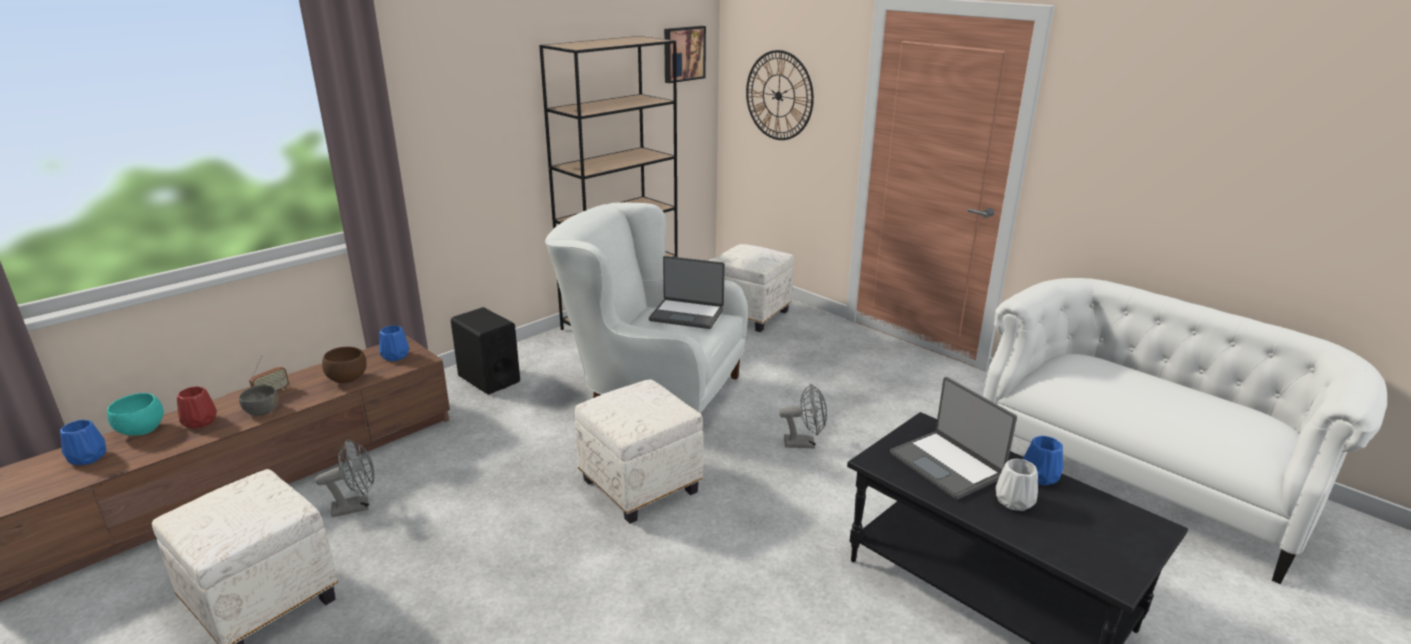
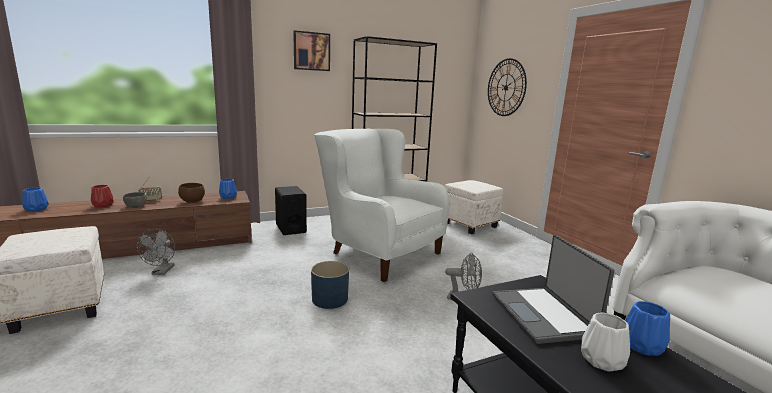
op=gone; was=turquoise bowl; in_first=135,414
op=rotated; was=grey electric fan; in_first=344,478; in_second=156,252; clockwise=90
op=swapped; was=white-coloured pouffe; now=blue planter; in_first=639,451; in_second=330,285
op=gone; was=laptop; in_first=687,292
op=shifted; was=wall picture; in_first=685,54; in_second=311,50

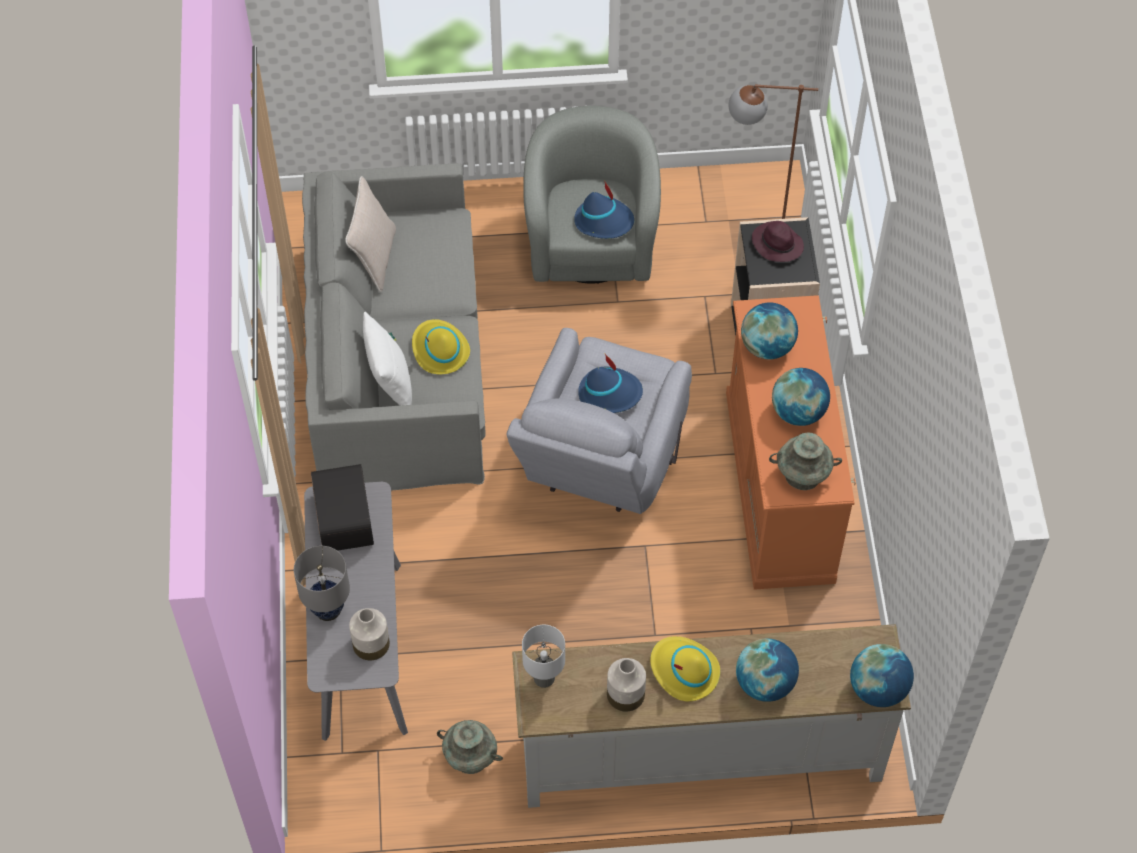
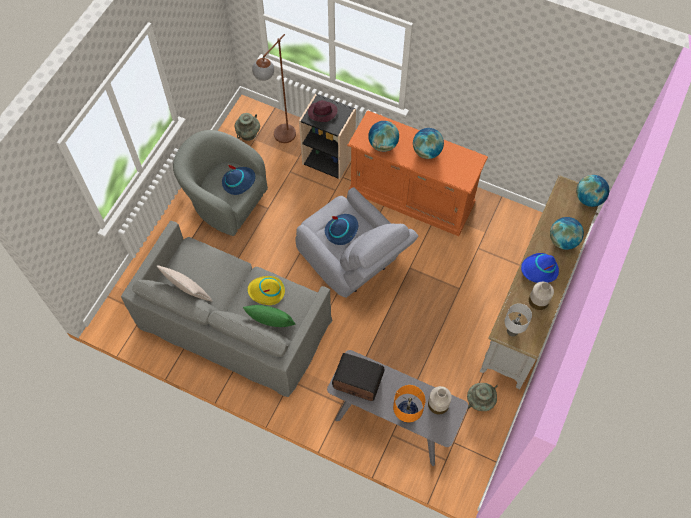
op=repainted; was=grey table lamp; now=orange-coloured table lamp; in_first=322,583; in_second=409,404
op=repainted; was=white-coloured cushion; now=green-coloured cushion; in_first=387,358; in_second=269,316
op=repainted; was=yellow hat; now=blue hat; in_first=685,668; in_second=540,268
op=shifted; was=turquoise flower vase; in_first=805,461; in_second=247,127

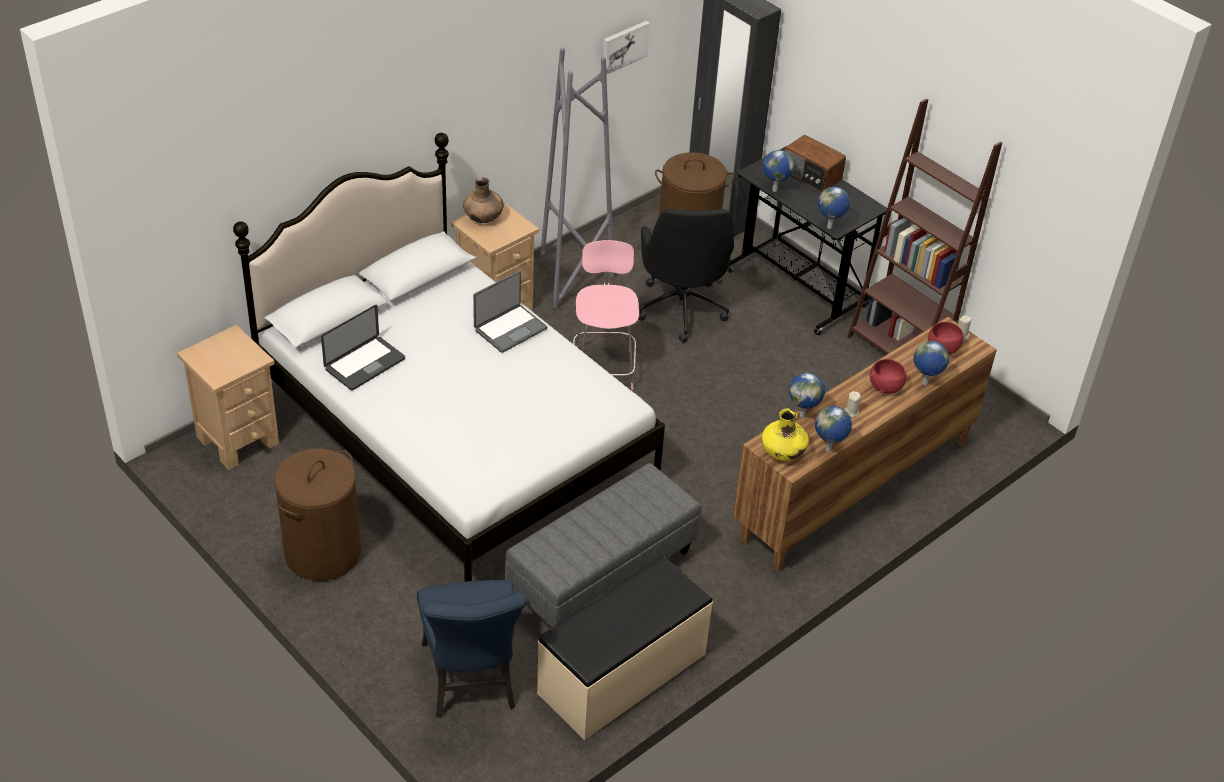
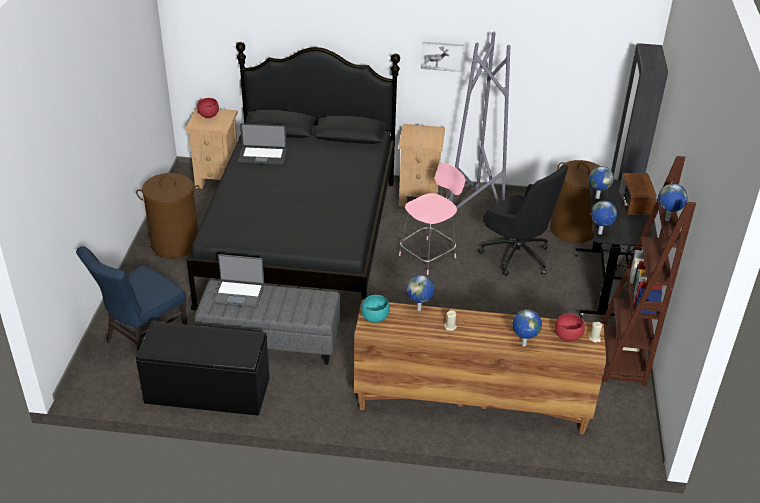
op=repainted; was=white-coloured sleeping bed; now=black-coloured sleeping bed; in_first=449,357; in_second=293,176
op=gone; was=brown-coloured flower vase; in_first=483,200
op=shifted; was=laptop; in_first=510,312; in_second=238,281
op=repainted; was=sand-coloured bench; now=black-coloured bench; in_first=625,648; in_second=203,368
op=shifted; was=wall picture; in_first=626,48; in_second=442,57
op=rotated; was=black-coloured computer chair; in_first=686,276; in_second=523,220; clockwise=-90
op=swapped; was=yellow flower vase; now=turquoise bowl; in_first=785,434; in_second=375,309
op=shifted; was=globe; in_first=833,429; in_second=673,202
op=shifted; was=reddish bowl; in_first=888,376; in_second=208,108

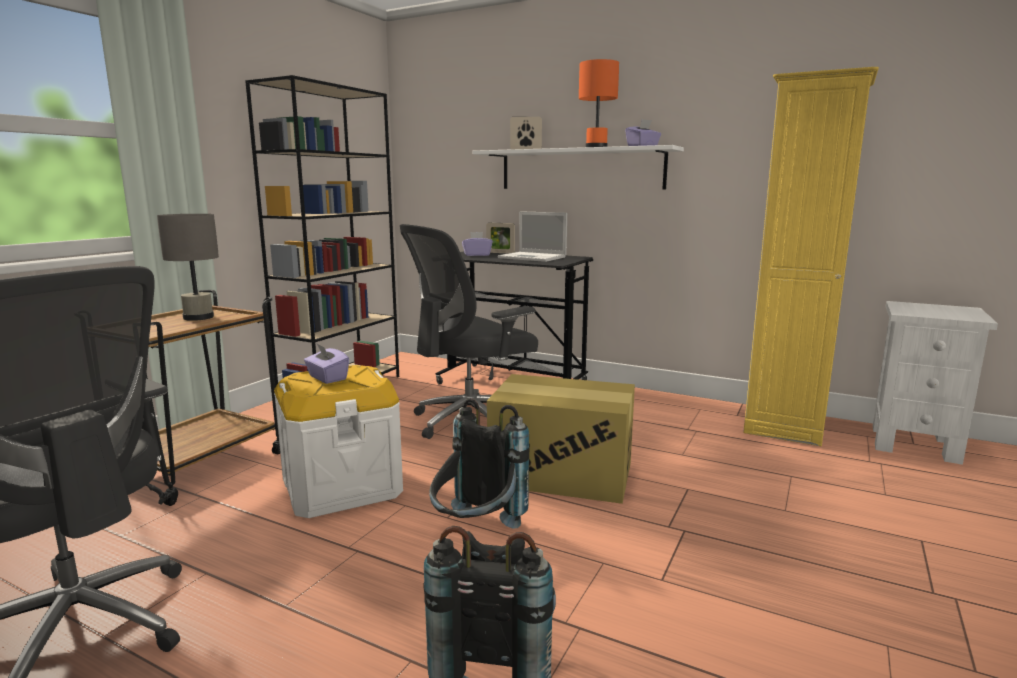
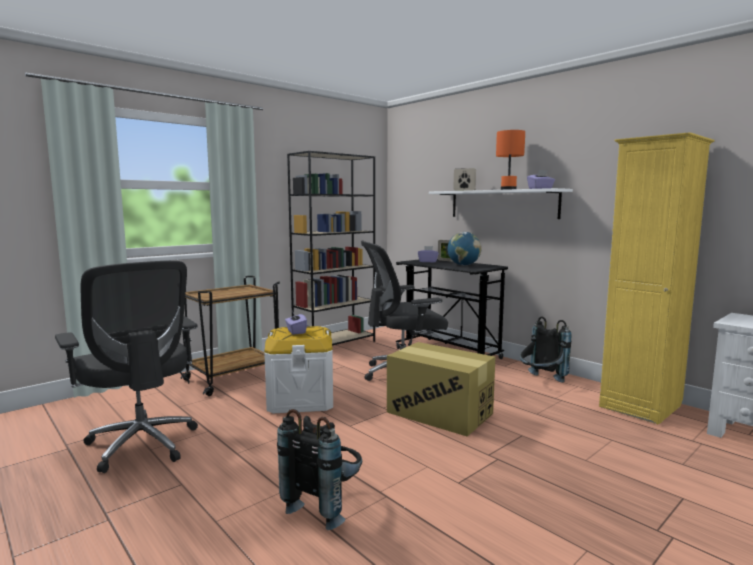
op=gone; was=grey table lamp; in_first=188,267
op=shifted; was=black-coloured rucksack; in_first=479,463; in_second=546,349
op=swapped; was=laptop; now=globe; in_first=532,236; in_second=464,248

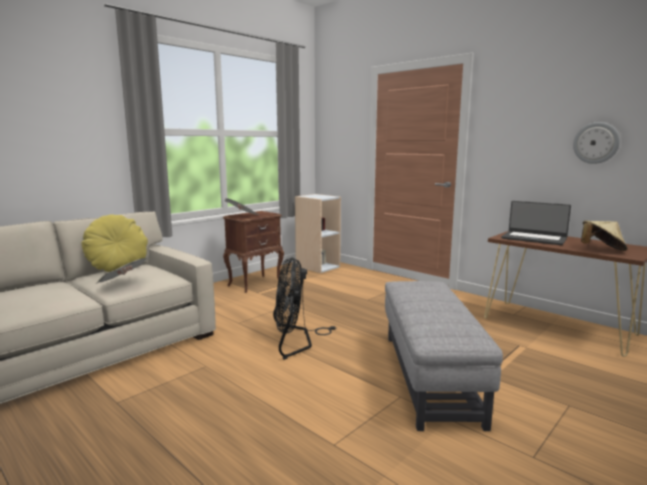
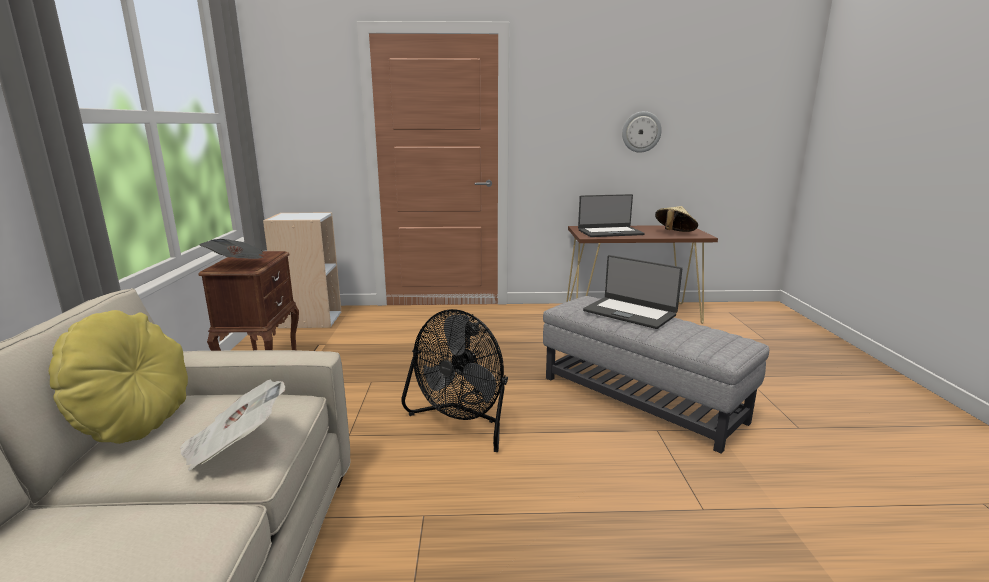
op=new; now=laptop; in_second=632,292

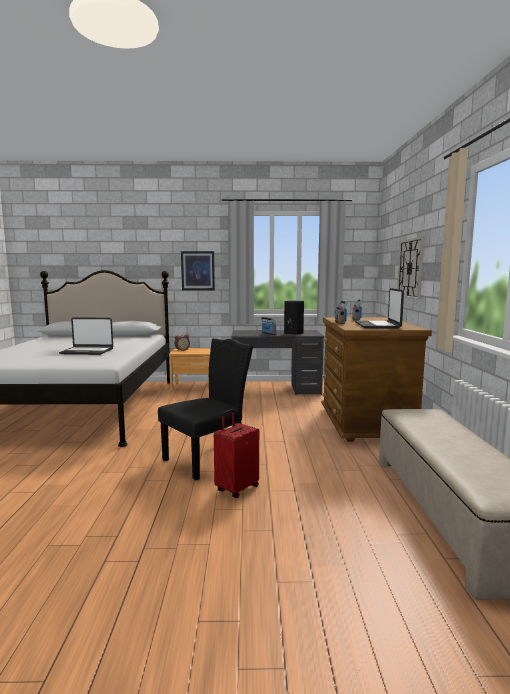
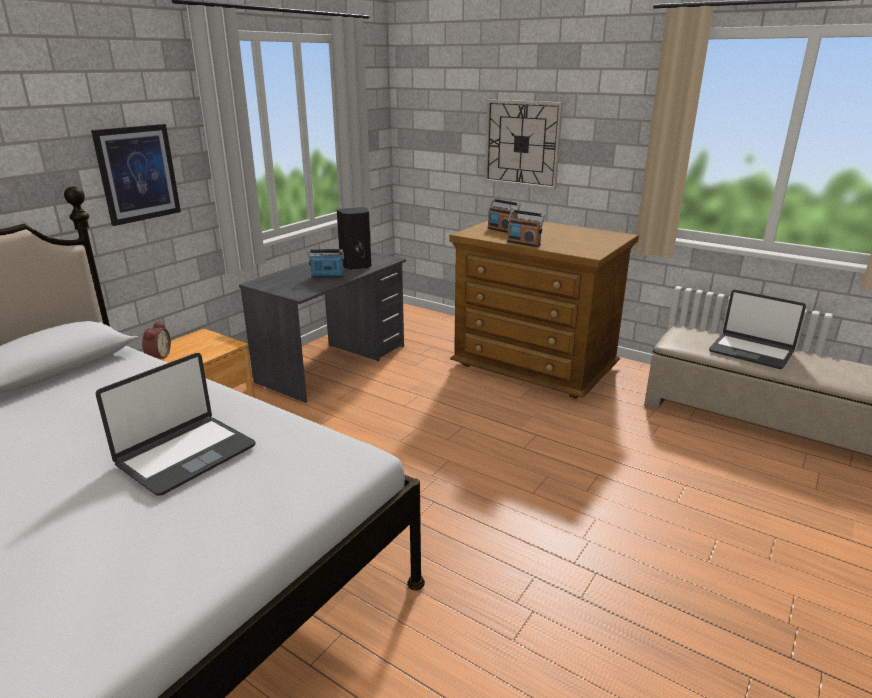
op=gone; was=black-coloured chair; in_first=205,409
op=gone; was=reddish piece of luggage; in_first=236,453
op=shifted; was=laptop; in_first=379,308; in_second=757,329

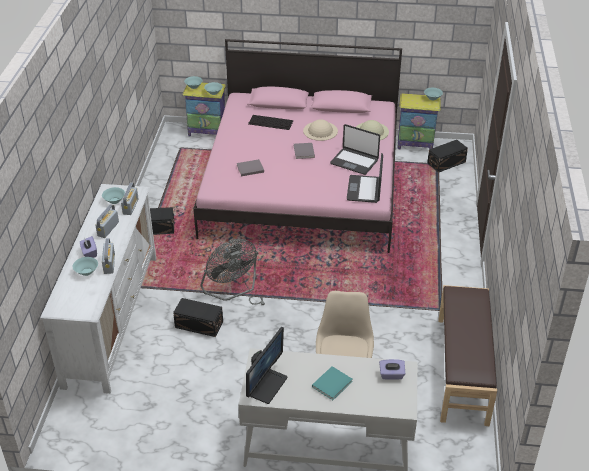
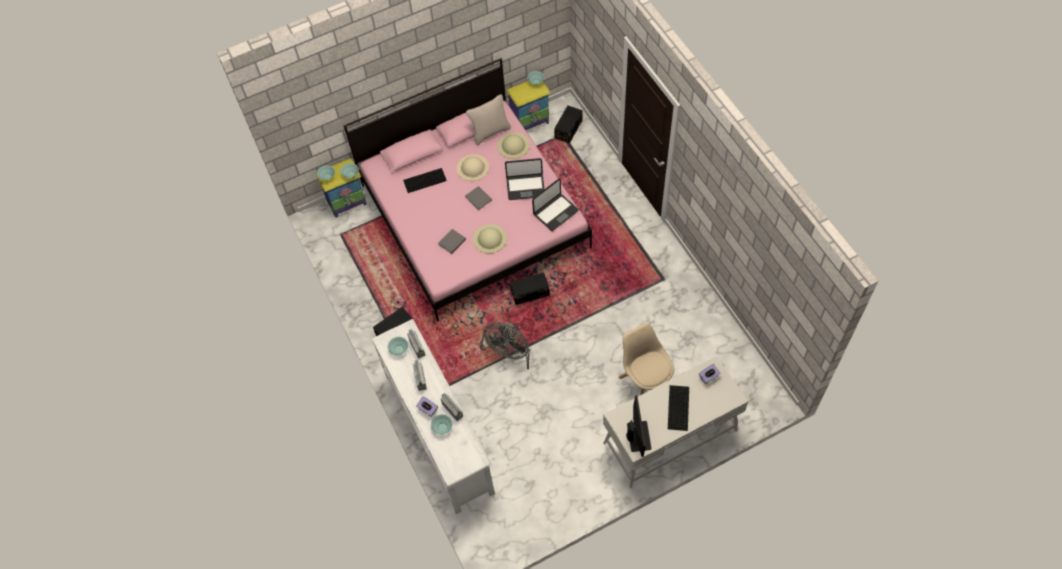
op=shifted; was=black-coloured storage bin; in_first=198,317; in_second=530,288
op=rotated; was=grey electric fan; in_first=233,272; in_second=505,345; clockwise=-90
op=swapped; was=turquoise volume; now=PC keyboard; in_first=332,383; in_second=678,408
op=rotated; was=laptop; in_first=365,178; in_second=555,204; clockwise=-105
op=gone; was=brown-coloured bench; in_first=467,355
op=new; now=sand-coloured cushion; in_second=488,119
op=new; now=sand-coloured hat; in_second=490,238

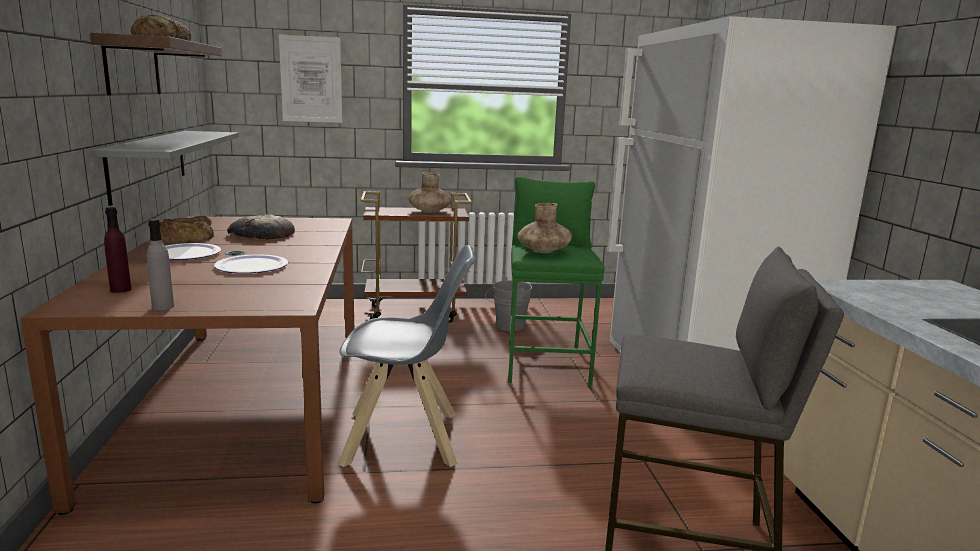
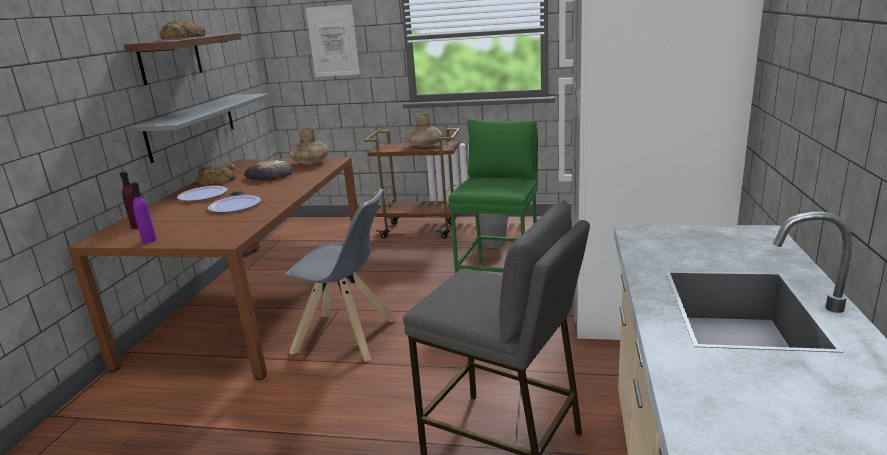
op=repainted; was=grey drink bottle; now=purple-coloured drink bottle; in_first=160,264; in_second=143,212
op=shifted; was=brown-coloured flower vase; in_first=544,228; in_second=309,146

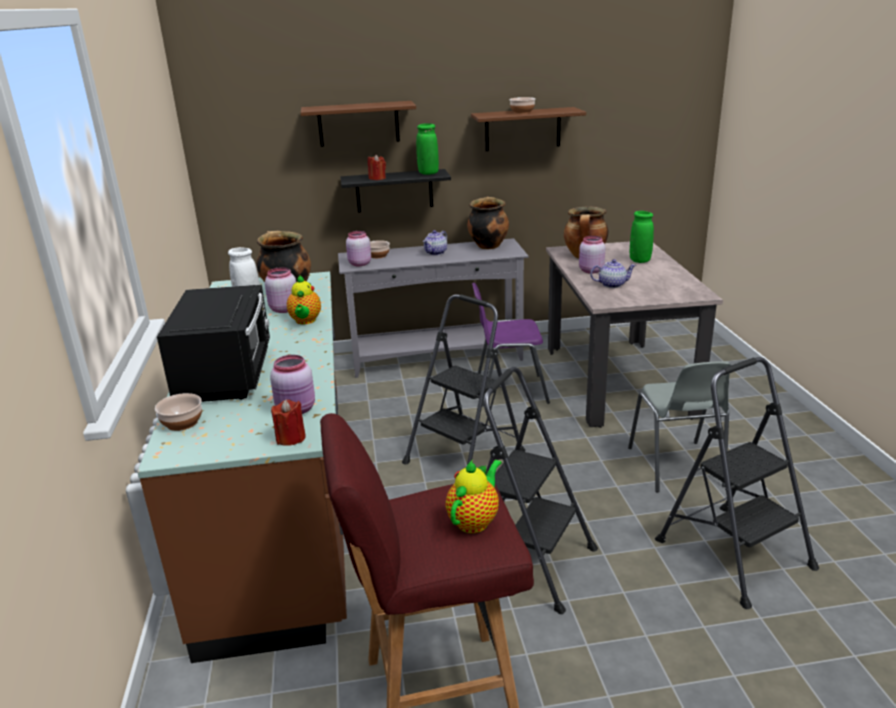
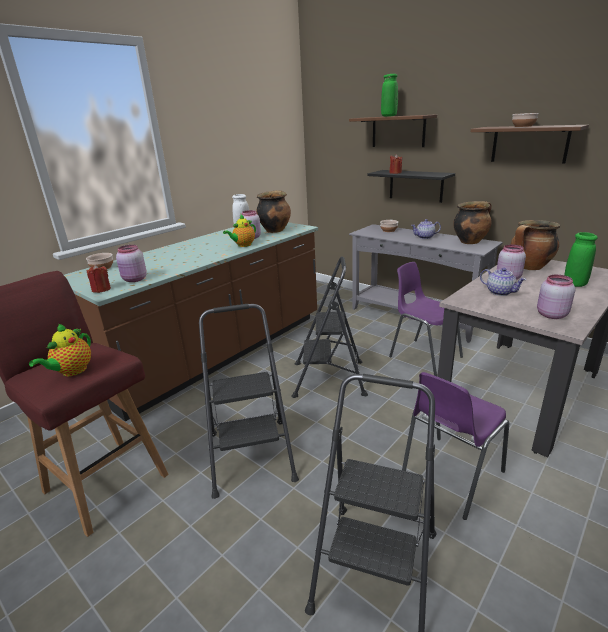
op=gone; was=black-coloured microwave oven; in_first=213,343
op=shifted; was=pink-coloured preserve jar; in_first=358,248; in_second=556,297
op=shifted; was=green-coloured flower vase; in_first=427,149; in_second=389,95
op=rotated; was=teapot; in_first=474,496; in_second=60,350; clockwise=120
op=repainted; was=grey chair; now=purple-coloured chair; in_first=679,426; in_second=455,446

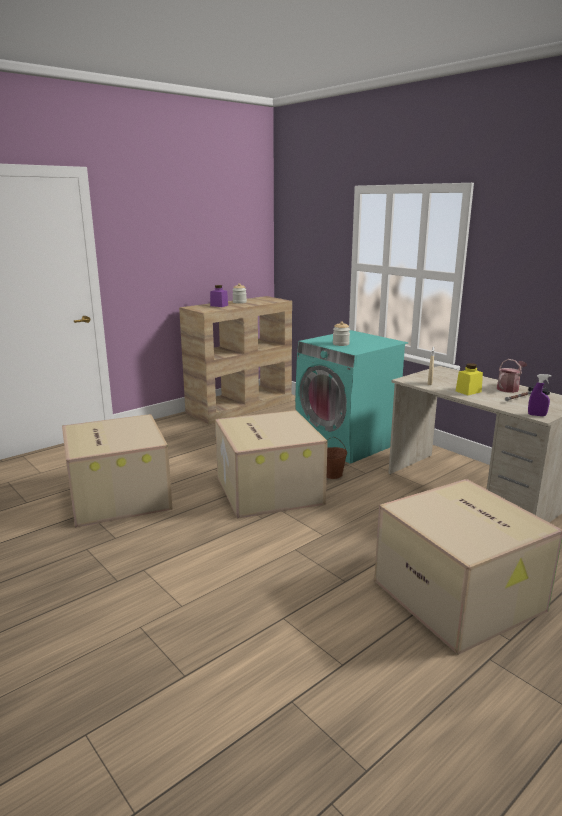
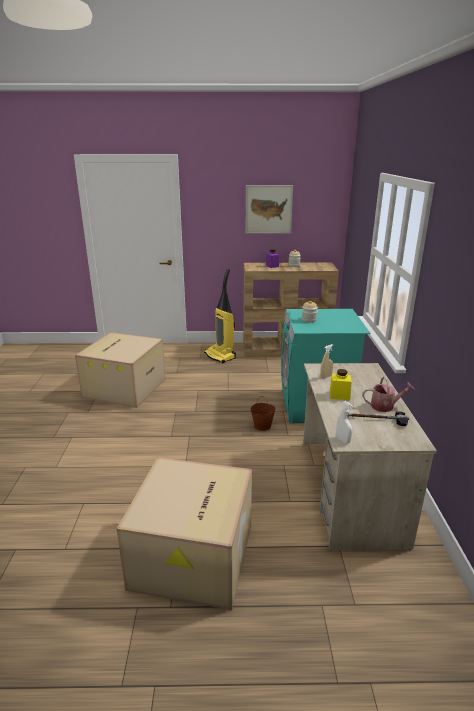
op=gone; was=cardboard box; in_first=271,464
op=repainted; was=purple-coloured hand sprayer; now=white-coloured hand sprayer; in_first=539,395; in_second=344,422
op=new; now=vacuum; in_second=220,316
op=new; now=wall picture; in_second=269,209

